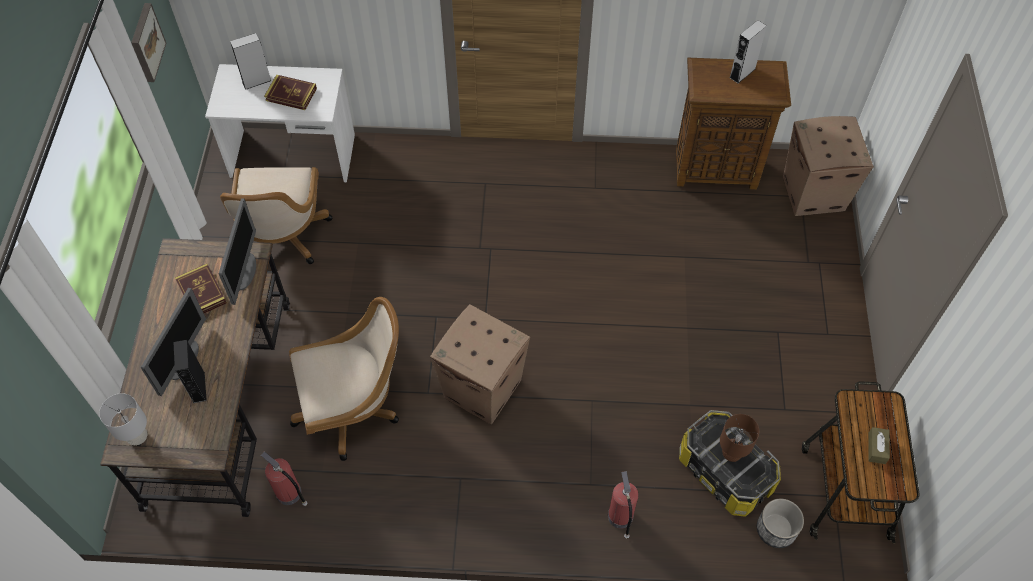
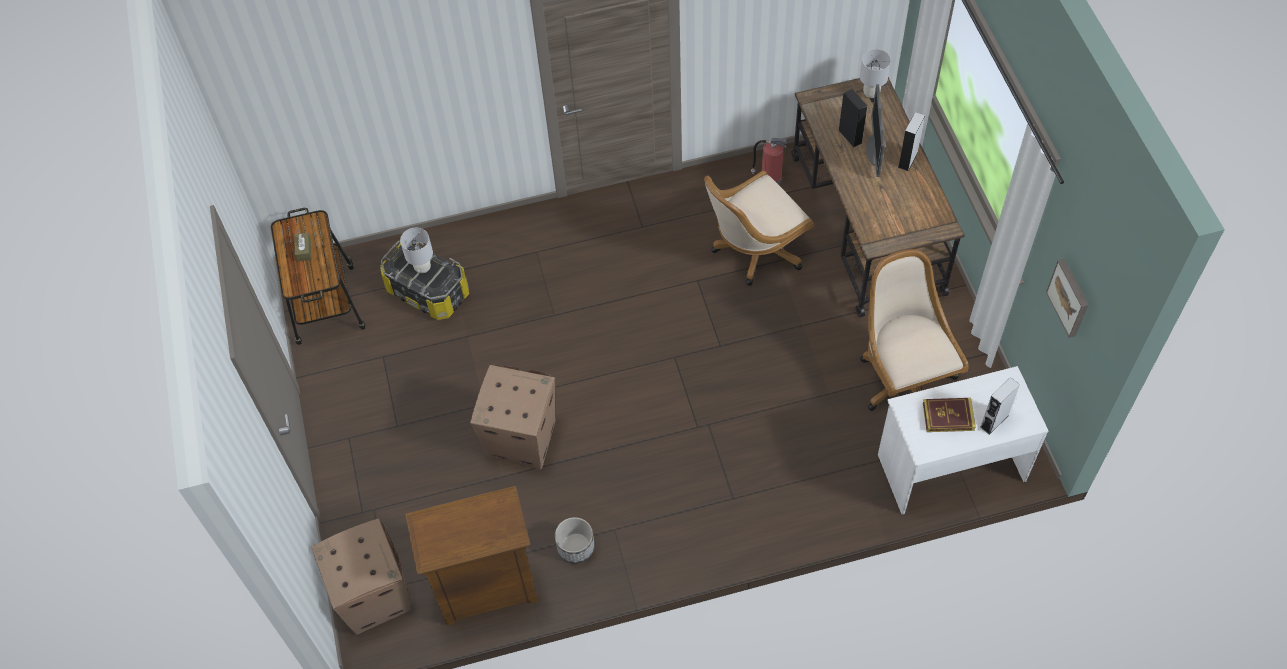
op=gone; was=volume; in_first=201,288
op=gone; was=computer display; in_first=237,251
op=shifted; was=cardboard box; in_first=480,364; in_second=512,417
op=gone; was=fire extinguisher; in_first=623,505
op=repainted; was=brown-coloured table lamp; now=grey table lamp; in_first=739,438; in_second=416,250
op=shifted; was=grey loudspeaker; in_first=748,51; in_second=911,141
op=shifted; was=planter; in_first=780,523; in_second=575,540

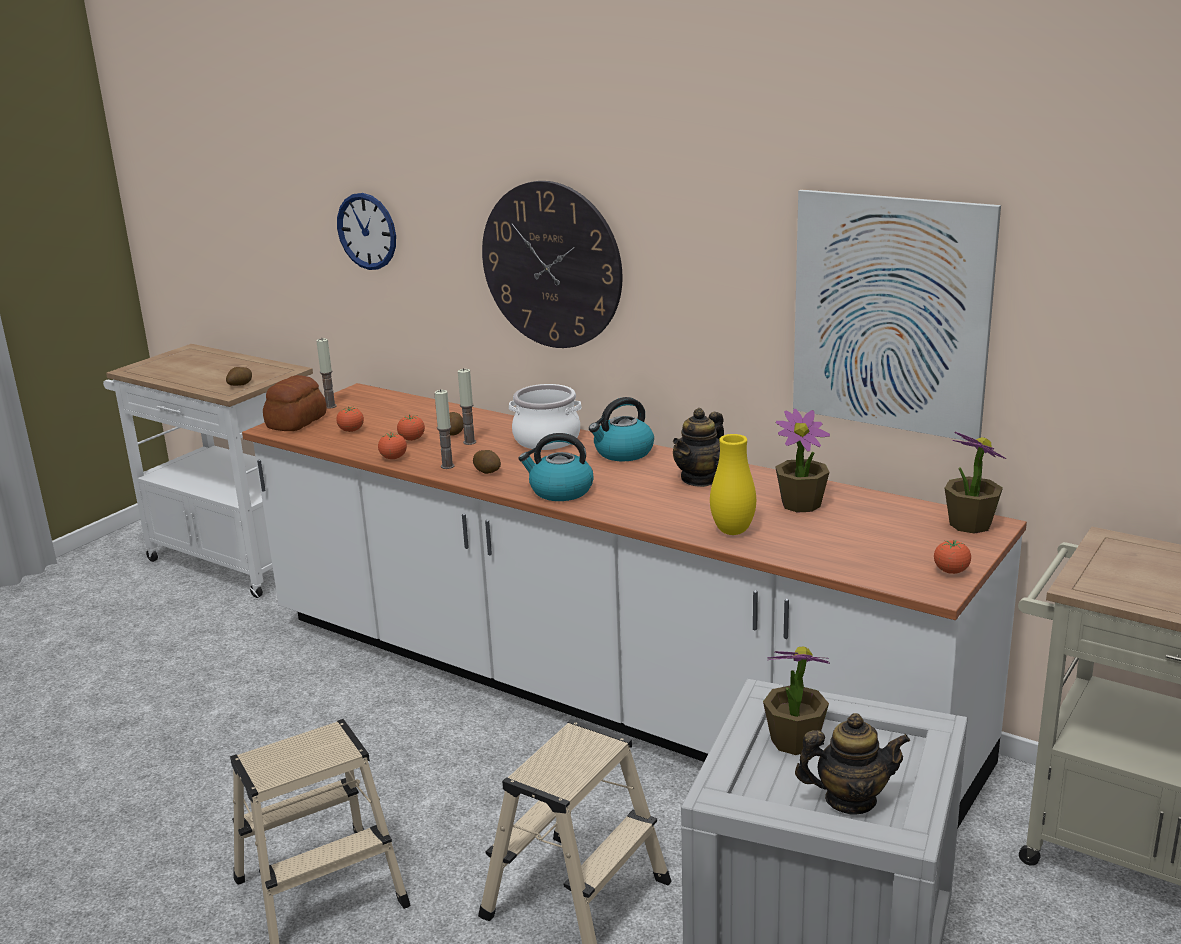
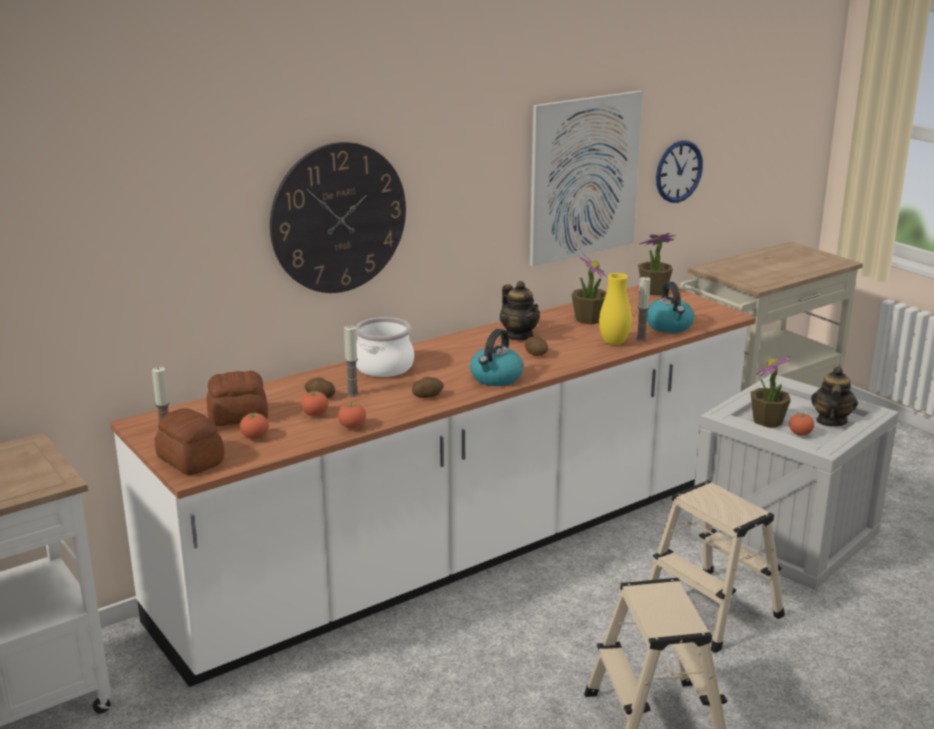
op=shifted; was=potato; in_first=239,376; in_second=536,346
op=shifted; was=clock on the wall; in_first=366,231; in_second=679,171
op=shifted; was=wax candle; in_first=444,429; in_second=643,309
op=shifted; was=water kettle; in_first=621,429; in_second=670,307
op=shifted; was=tomato; in_first=952,557; in_second=801,424
op=new; now=bakery bread; in_second=237,398

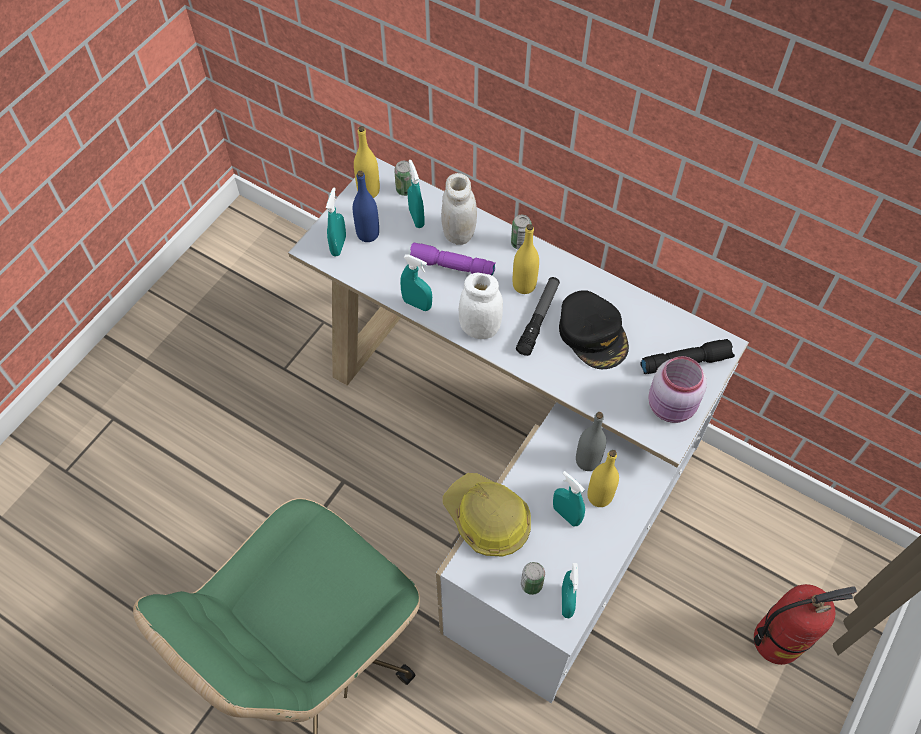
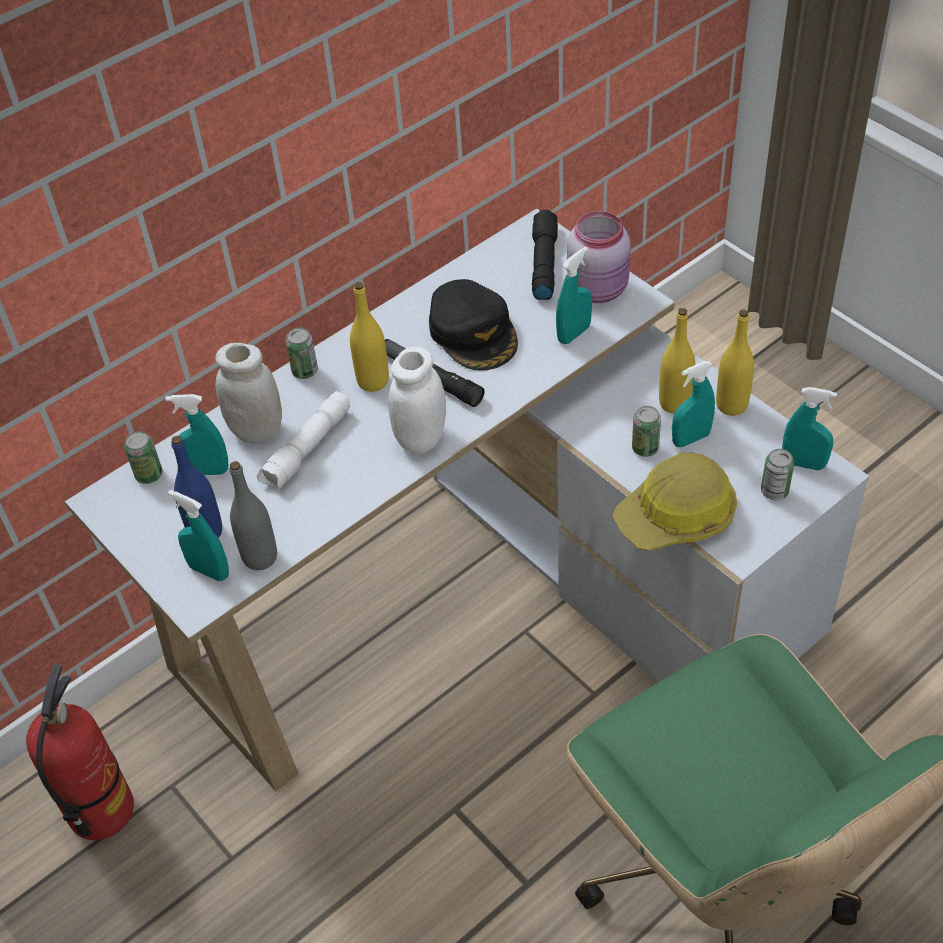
op=shifted; was=yellow drink bottle; in_first=367,162; in_second=735,362
op=shifted; was=turquoise hand sprayer; in_first=416,282; in_second=574,295
op=repainted; was=purple-coloured hand torch; now=white-coloured hand torch; in_first=453,259; in_second=303,441
op=rotated; was=black-coloured cap; in_first=594,329; in_second=473,325; clockwise=75
op=shifted; was=grey drink bottle; in_first=591,441; in_second=253,515
op=shifted; was=fire extinguisher; in_first=805,624; in_second=80,752
op=new; now=metal can; in_second=646,431

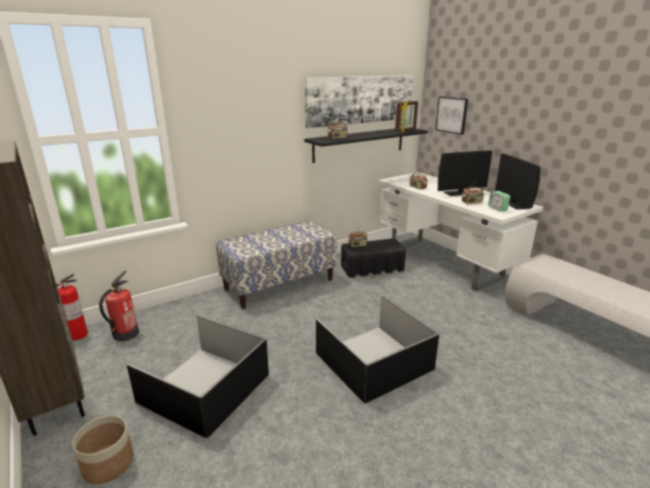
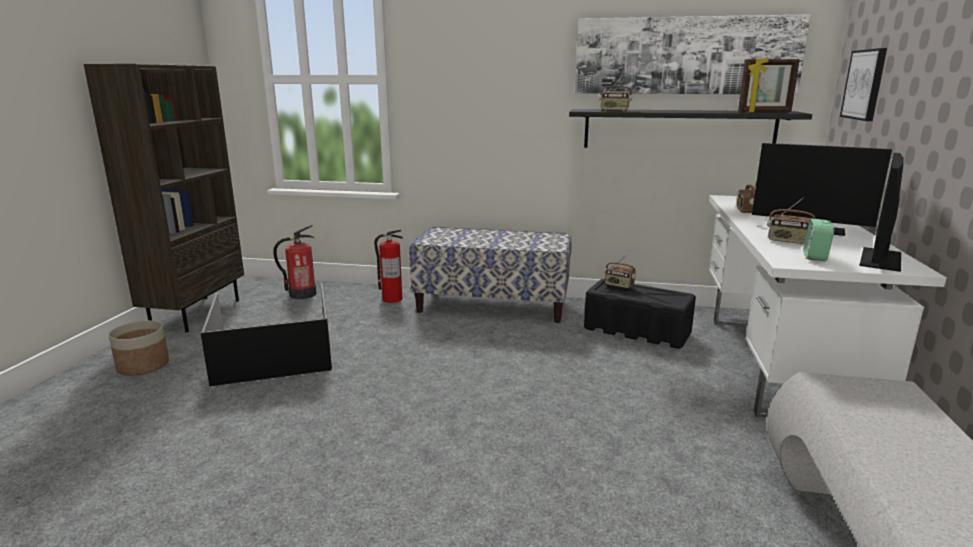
op=shifted; was=fire extinguisher; in_first=72,307; in_second=388,266
op=gone; was=black-coloured storage bin; in_first=377,349

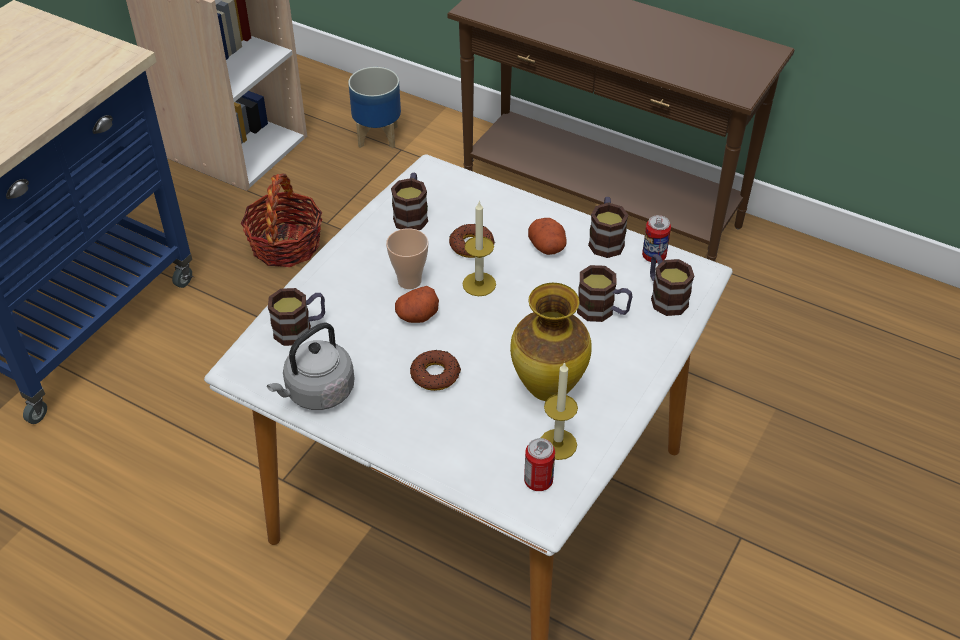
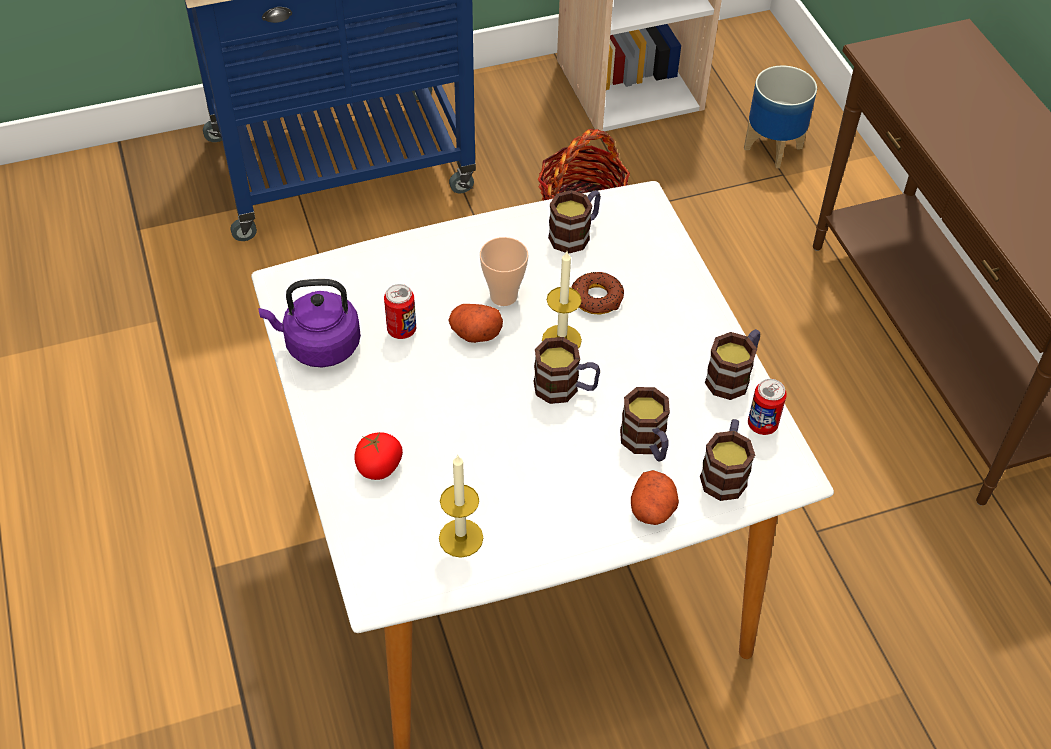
op=repainted; was=grey water kettle; now=purple-coloured water kettle; in_first=311,366; in_second=310,323
op=shifted; was=coffee mug; in_first=296,317; in_second=566,370
op=gone; was=doughnut; in_first=435,370
op=gone; was=flower vase; in_first=551,342
op=shifted; was=metal can; in_first=539,464; in_second=400,311
op=shifted; was=potato; in_first=547,236; in_second=655,497
op=new; now=tomato; in_second=378,456

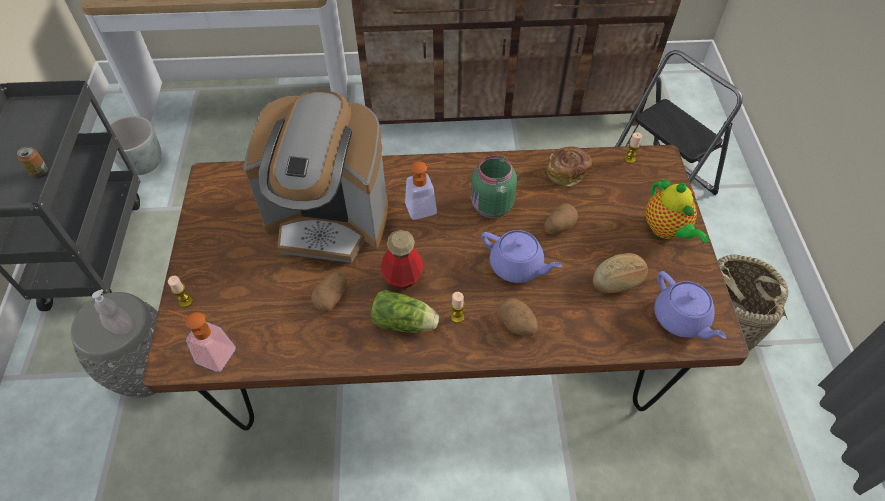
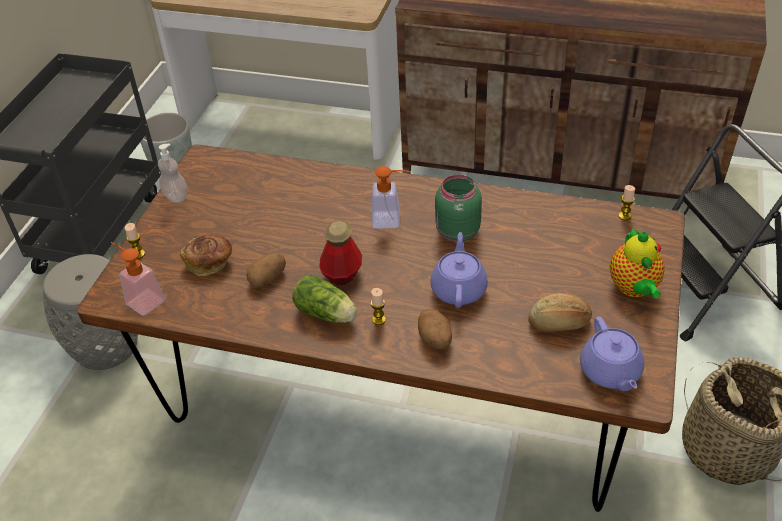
op=gone; was=metal can; in_first=33,162
op=shifted; was=soap dispenser; in_first=112,311; in_second=173,173
op=gone; was=coffee machine; in_first=315,176
op=rotated; was=purple-coloured teapot; in_first=521,256; in_second=459,270; clockwise=-135
op=gone; was=potato; in_first=561,218
op=shifted; was=bakery bread; in_first=569,166; in_second=206,255

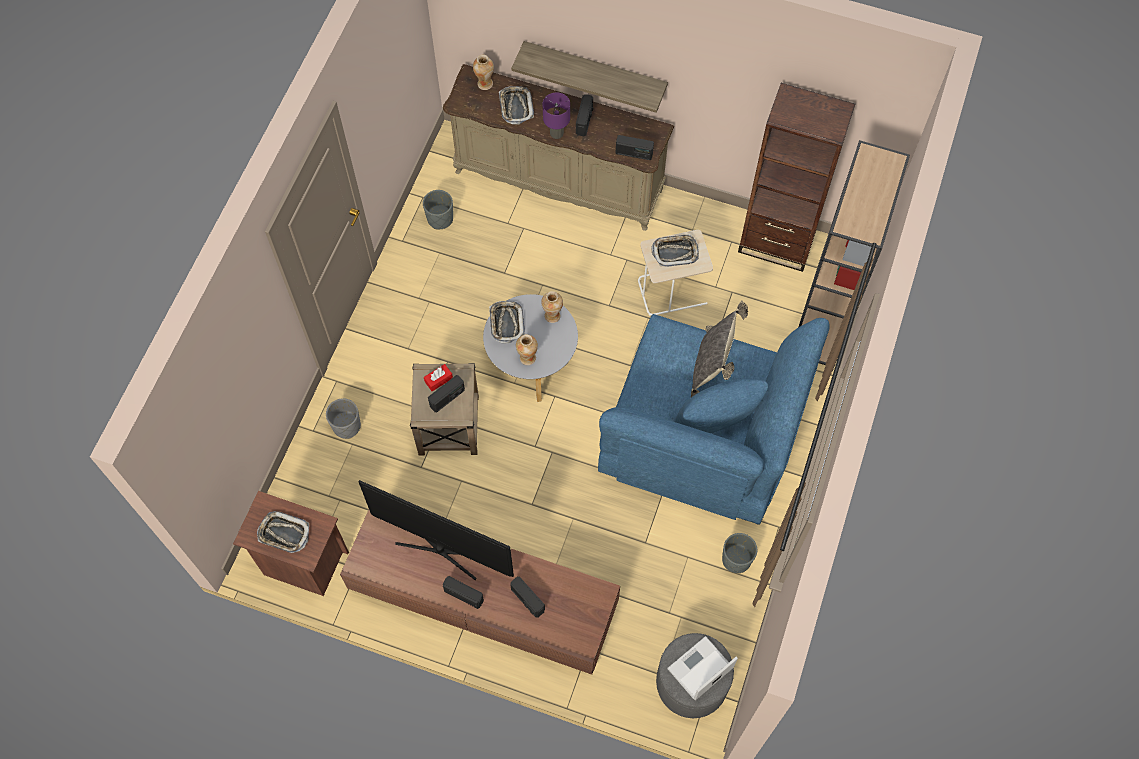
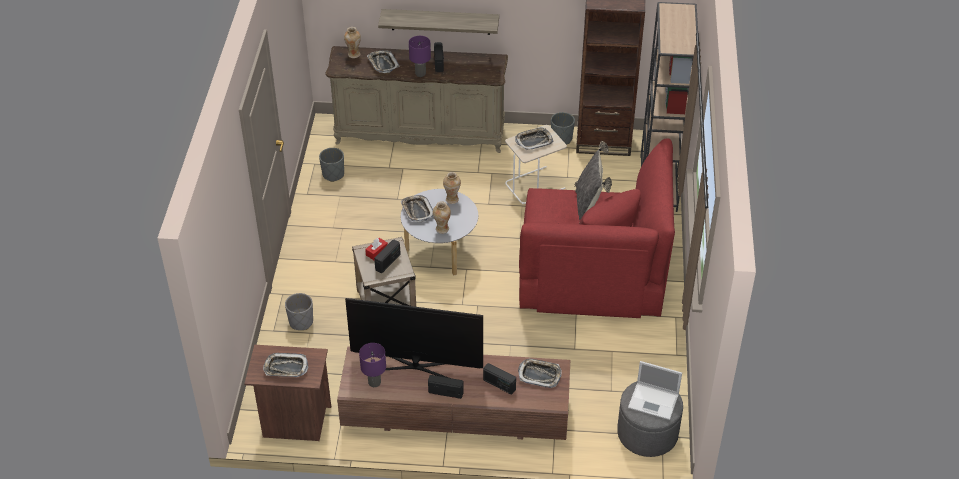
op=repainted; was=blue couch; now=reddish couch; in_first=714,419; in_second=597,228
op=gone; was=radio receiver; in_first=635,147
op=rotated; was=laptop; in_first=702,668; in_second=655,390; clockwise=-105
op=shifted; was=grey planter; in_first=739,553; in_second=563,128
op=new; now=purple-coloured table lamp; in_second=372,365
op=new; now=tray; in_second=540,373

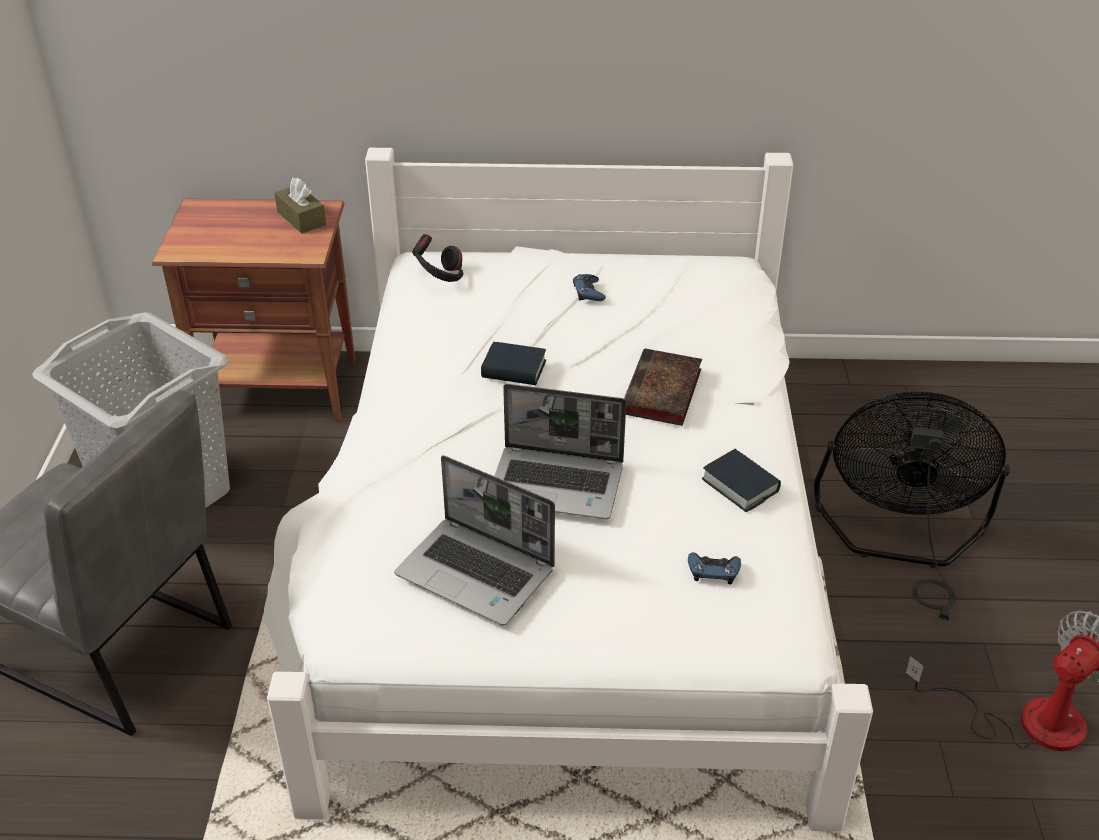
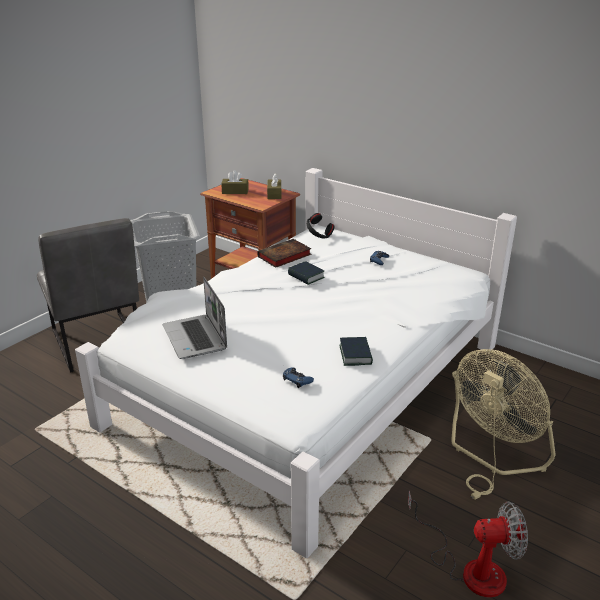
op=gone; was=laptop; in_first=560,451
op=shifted; was=volume; in_first=663,387; in_second=284,253
op=repainted; was=black-coloured electric fan; now=sand-coloured electric fan; in_first=912,506; in_second=503,424
op=new; now=brown-coloured tissue holder; in_second=235,182

